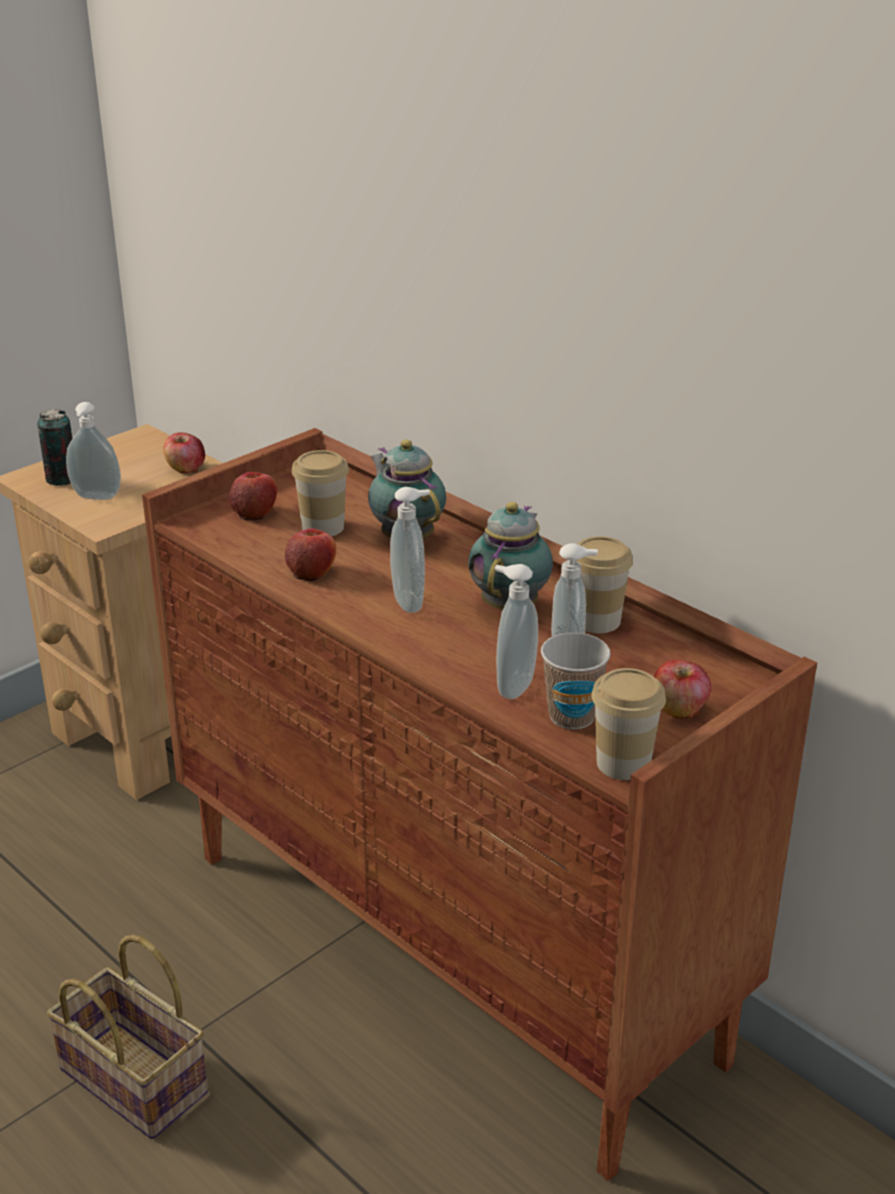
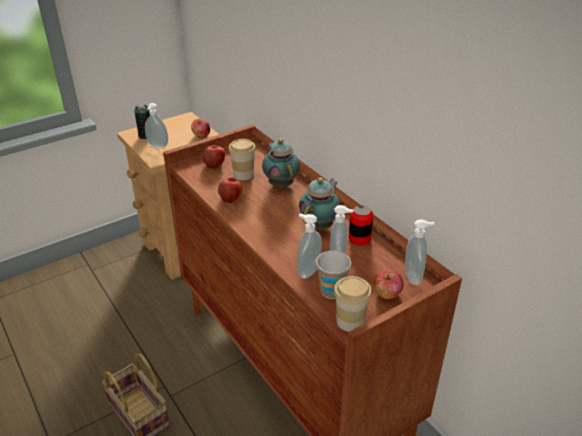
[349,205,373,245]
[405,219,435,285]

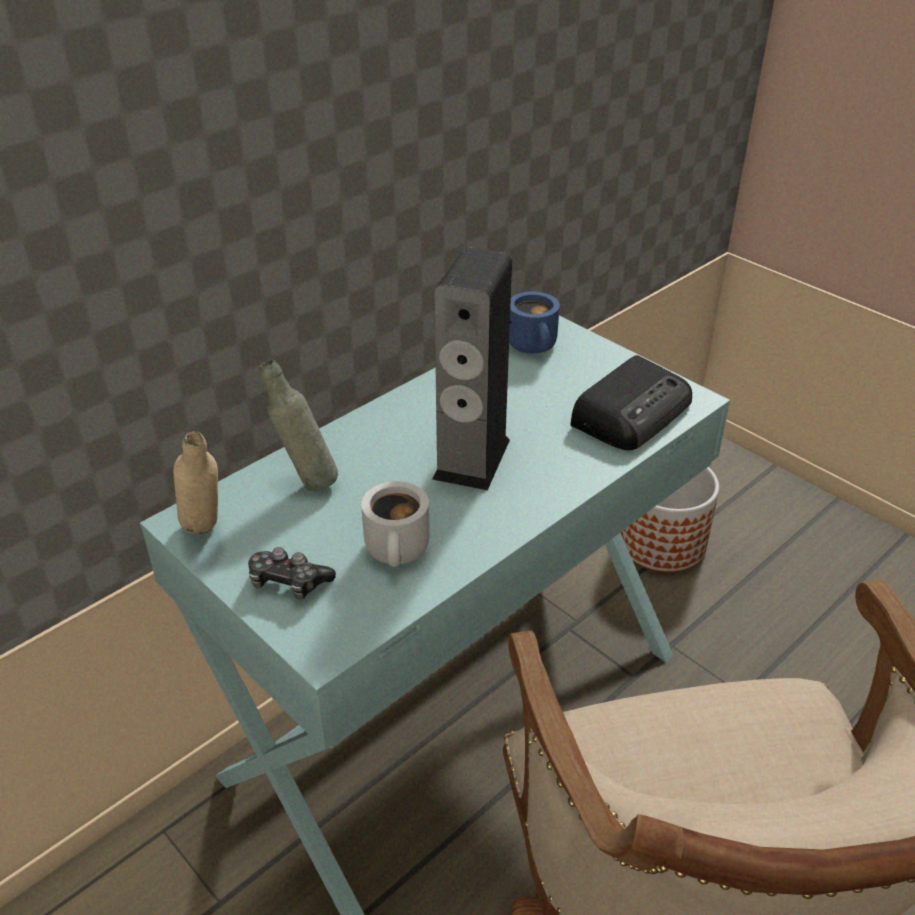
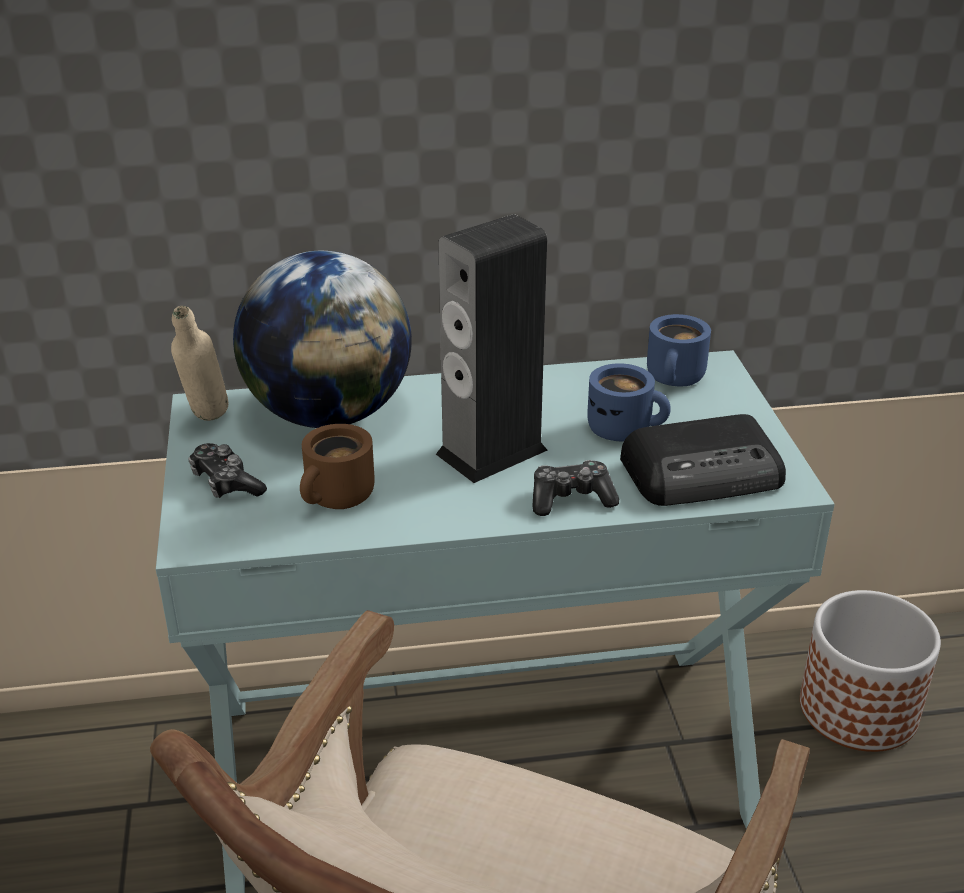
[233,251,412,428]
[300,424,375,509]
[532,460,619,516]
[587,363,671,441]

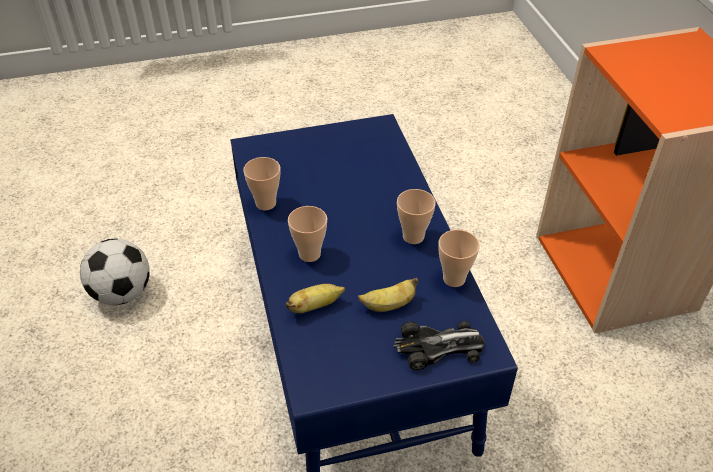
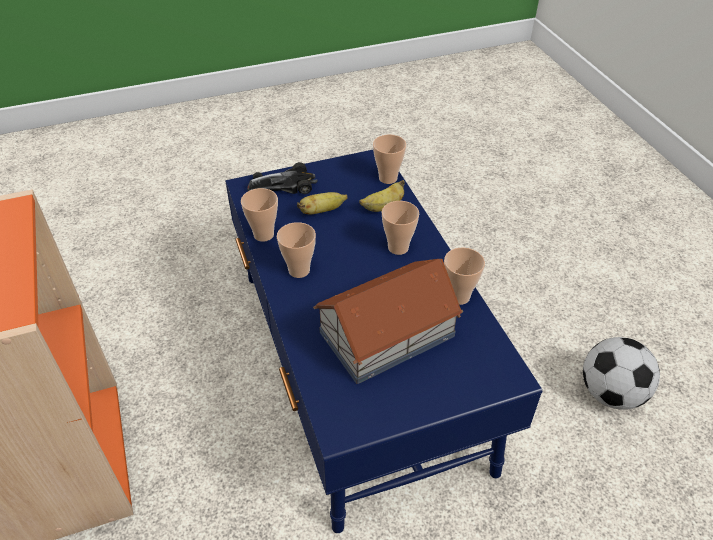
[313,259,463,384]
[373,134,406,184]

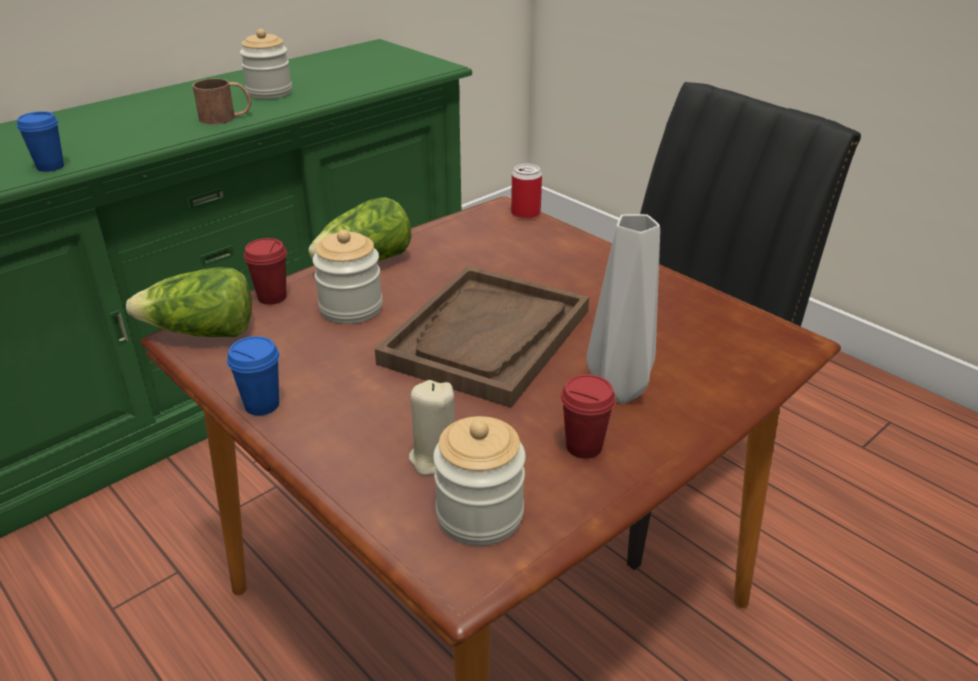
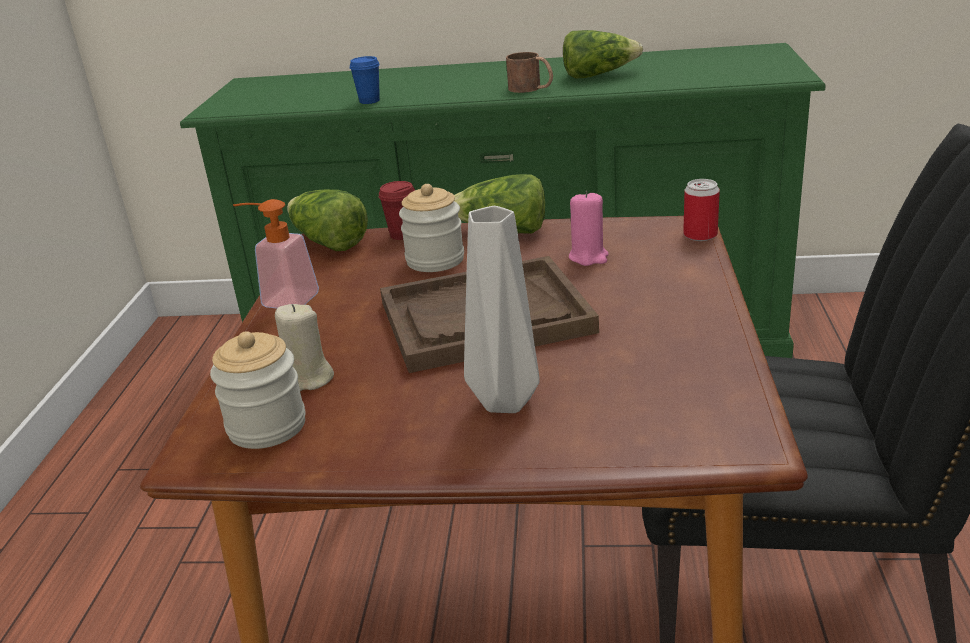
[233,199,319,309]
[563,30,643,78]
[569,191,609,266]
[561,374,616,459] (first image)

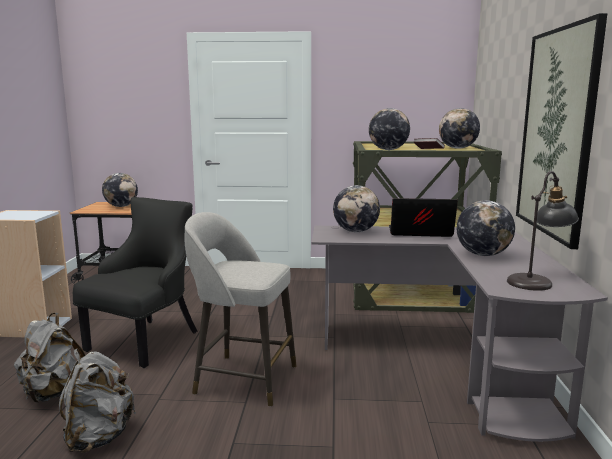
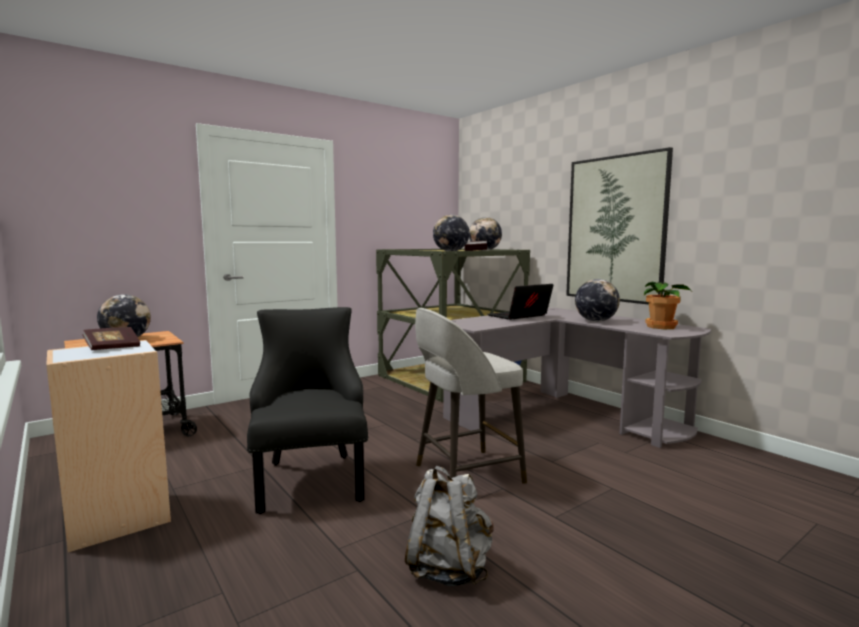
[82,327,140,350]
[644,282,691,329]
[14,313,85,403] (first image)
[333,185,380,232] (first image)

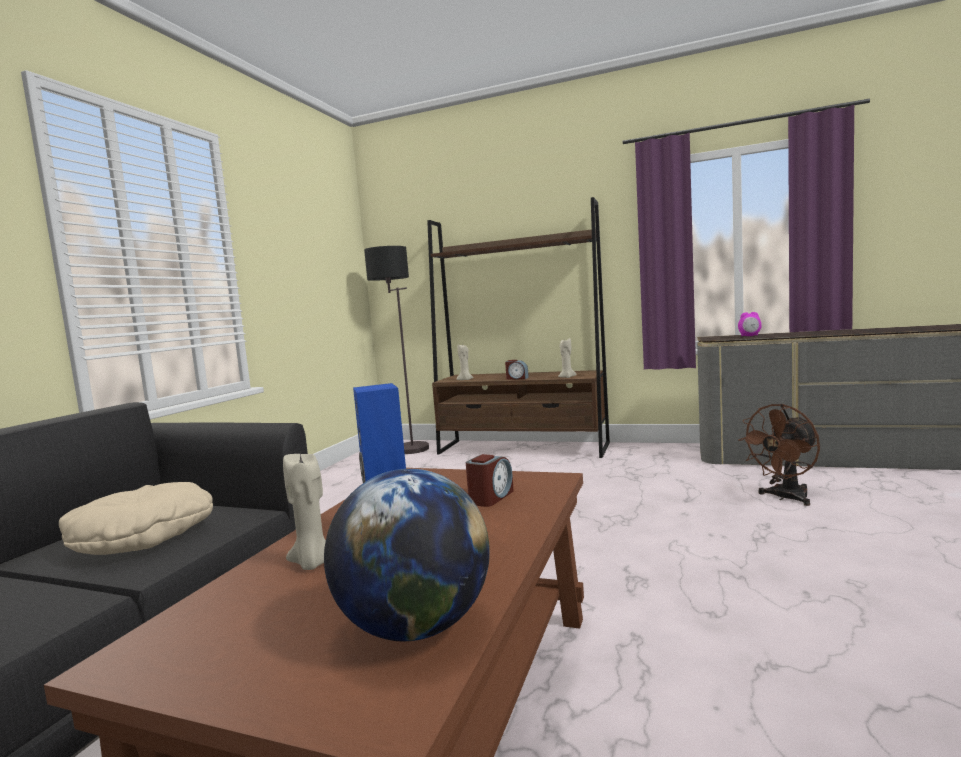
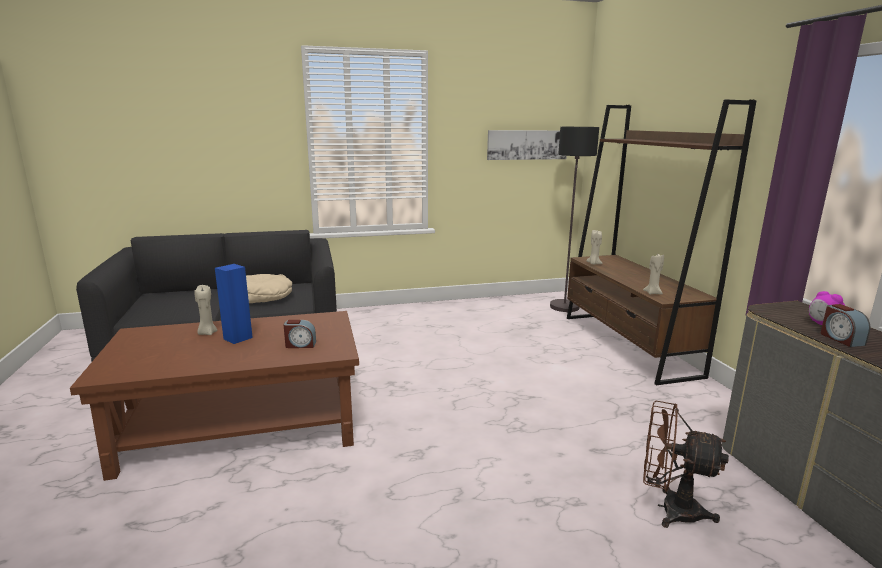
[487,130,567,160]
[820,304,870,347]
[324,469,490,641] (first image)

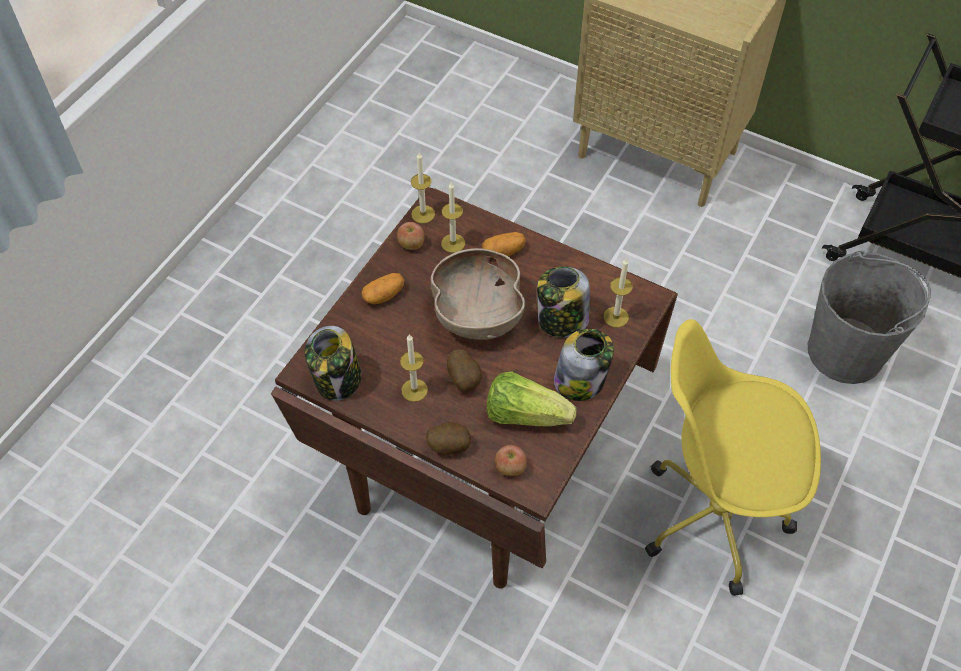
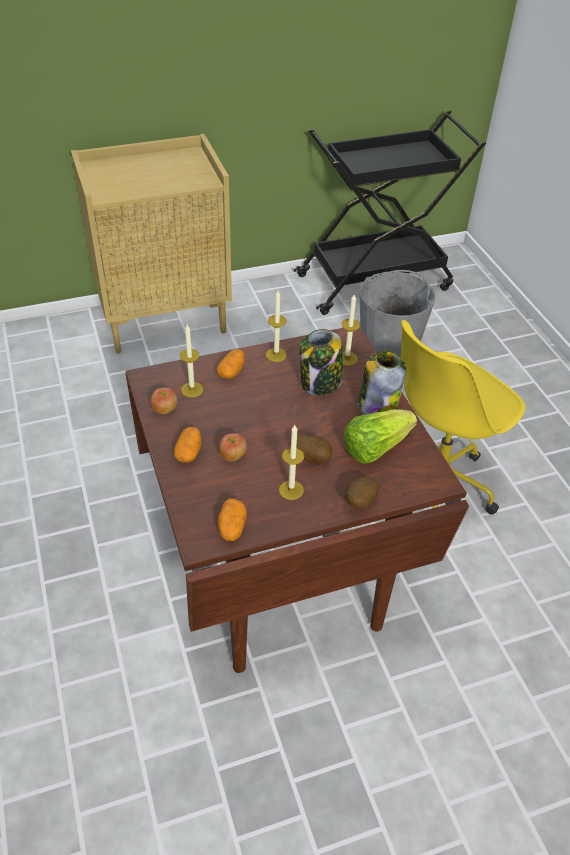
[218,498,247,541]
[219,433,247,462]
[266,291,287,362]
[431,248,525,340] (first image)

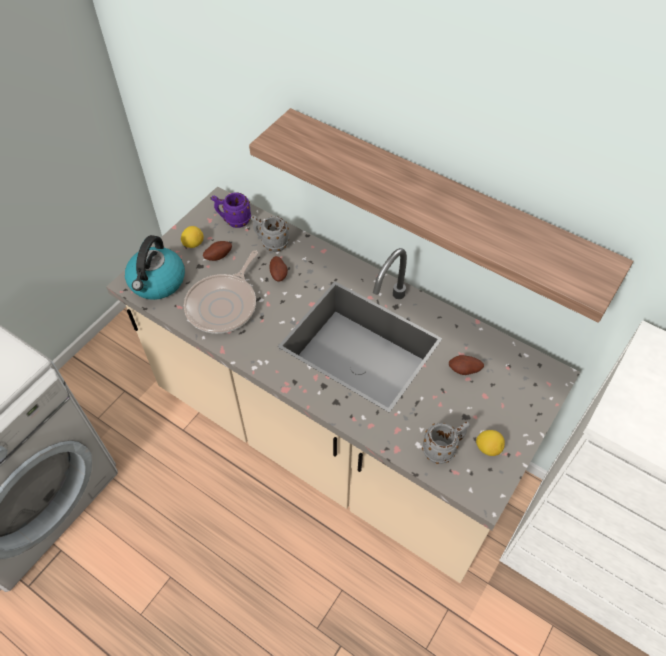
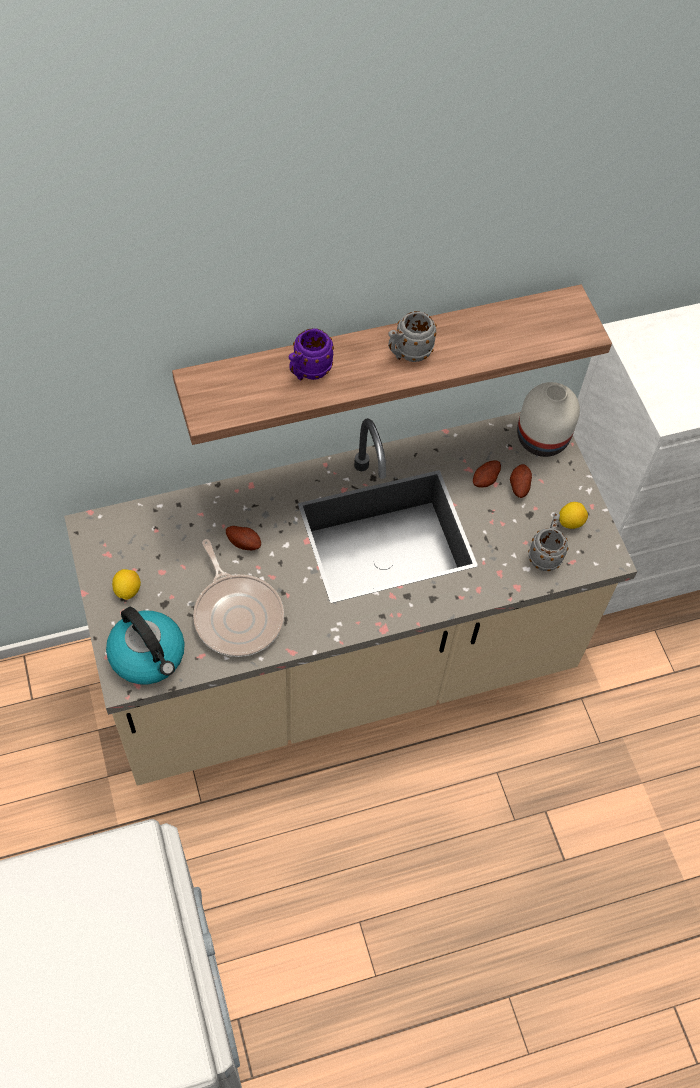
[289,328,334,380]
[388,311,437,362]
[510,464,532,498]
[517,382,580,457]

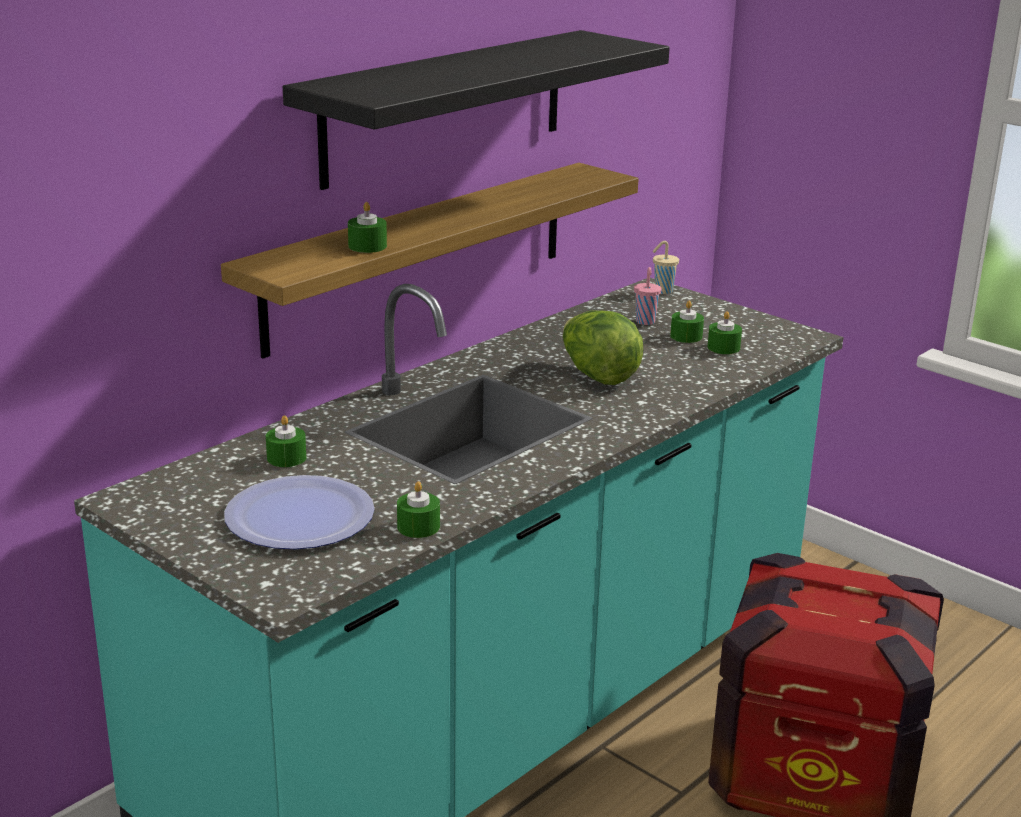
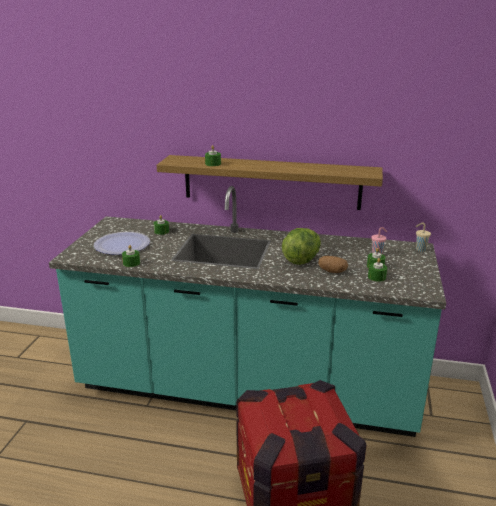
[318,256,348,273]
[283,30,670,190] (first image)

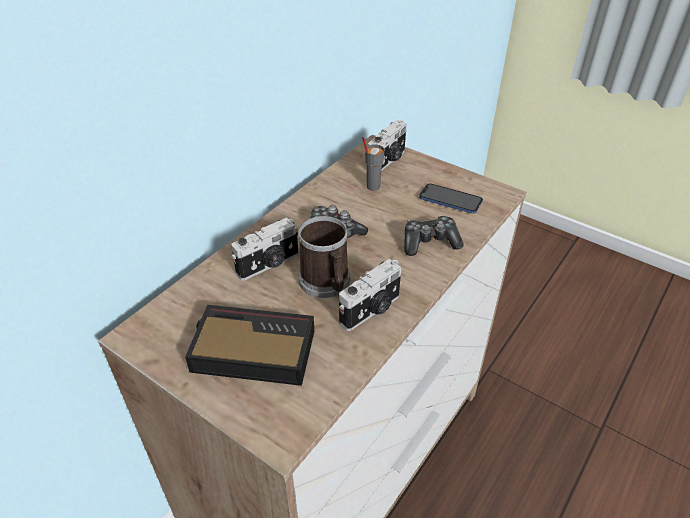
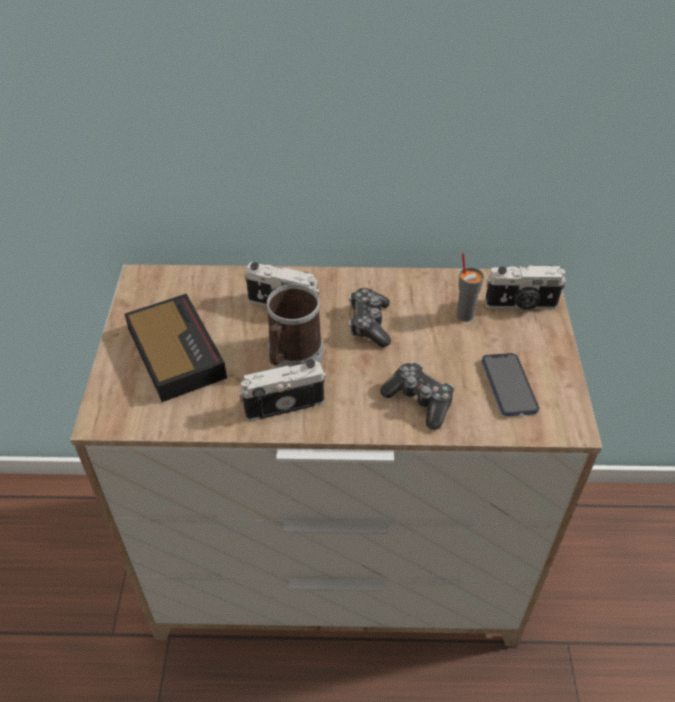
[238,359,326,421]

